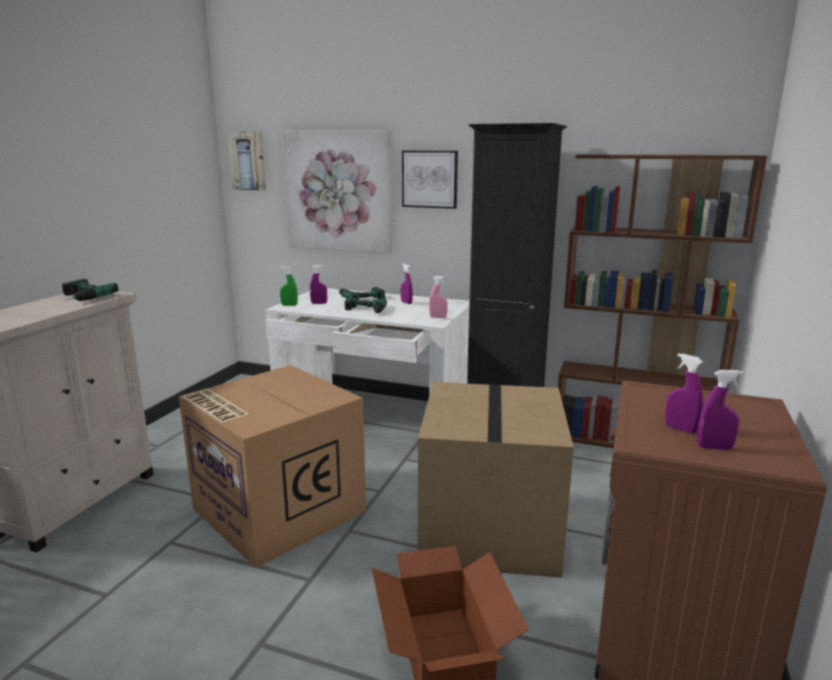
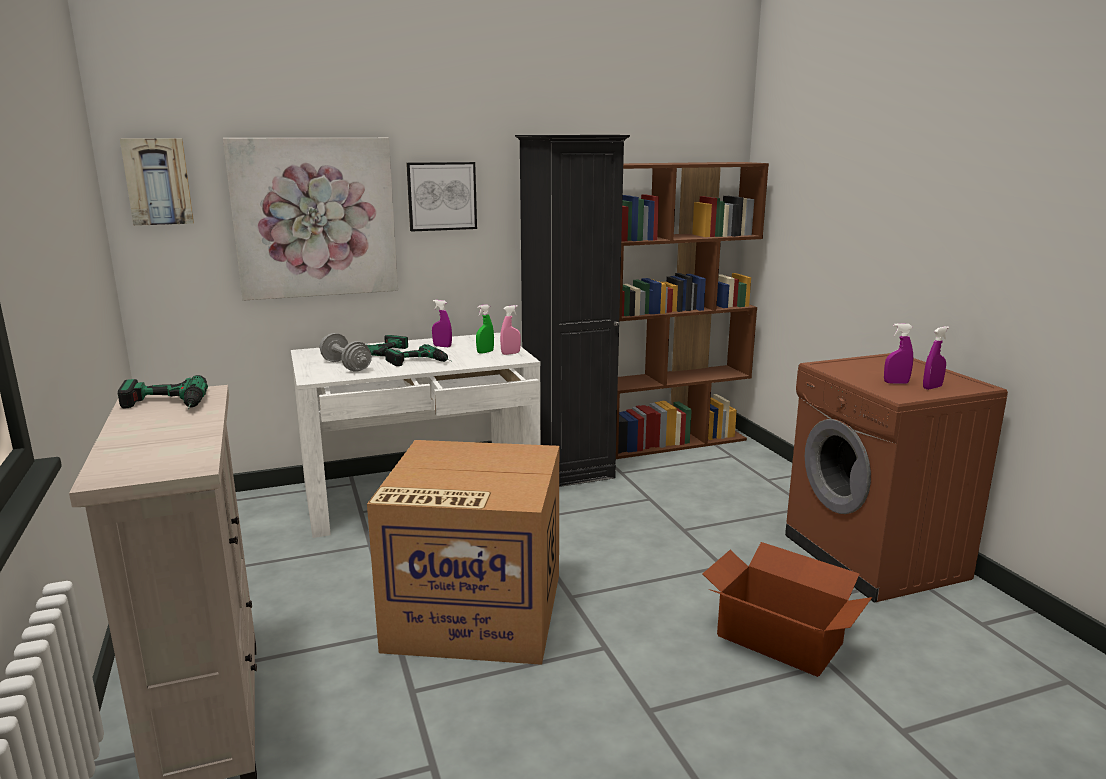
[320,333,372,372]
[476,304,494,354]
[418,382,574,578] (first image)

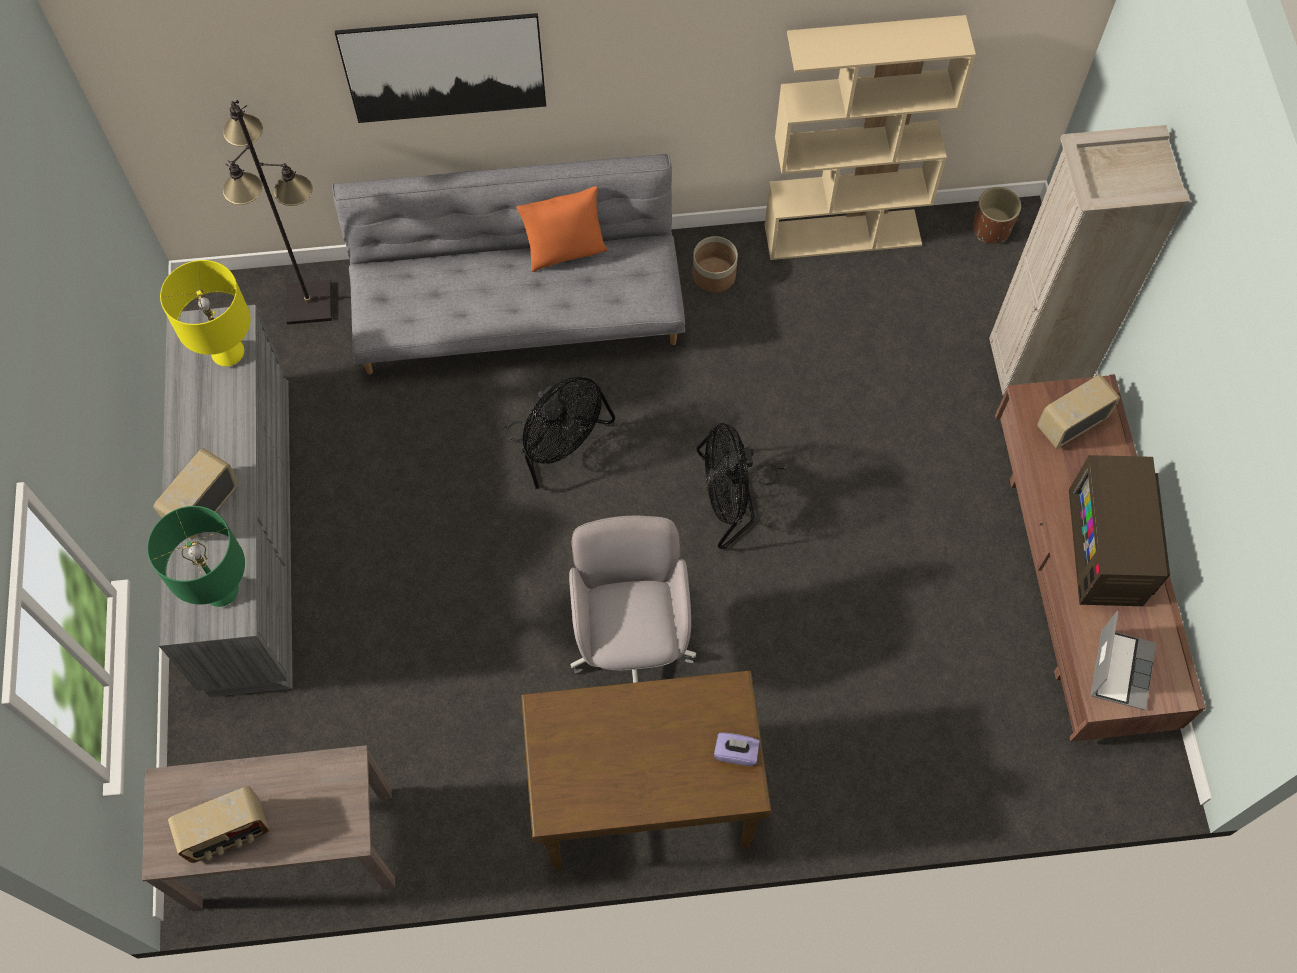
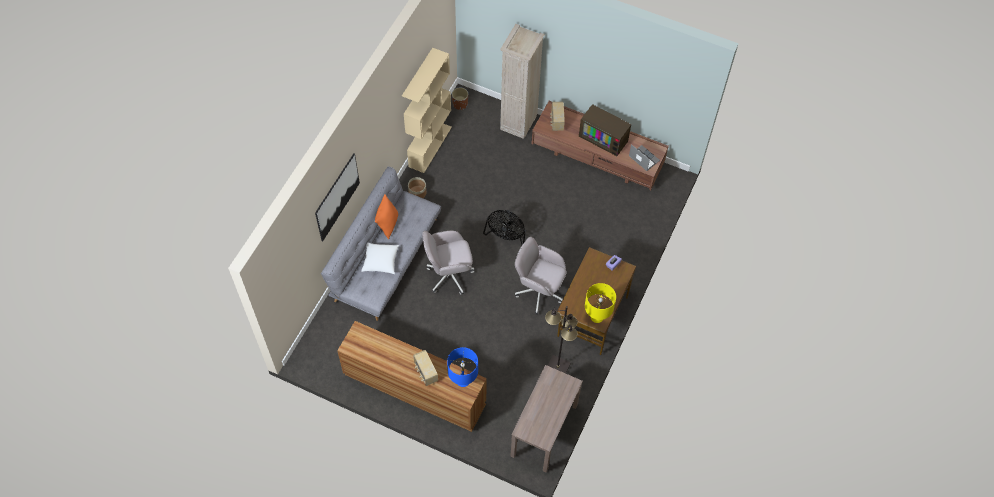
[337,321,487,432]
[361,243,399,274]
[422,231,474,295]
[447,347,478,387]
[545,306,578,373]
[585,283,616,323]
[168,786,269,863] (first image)

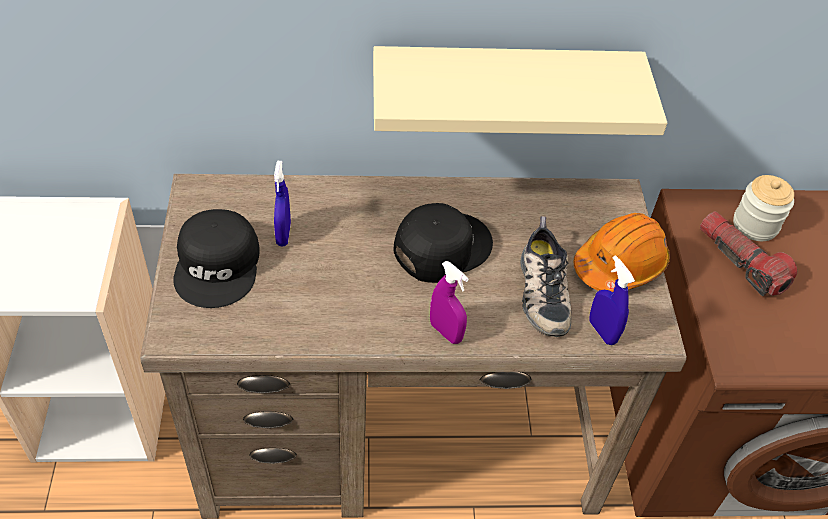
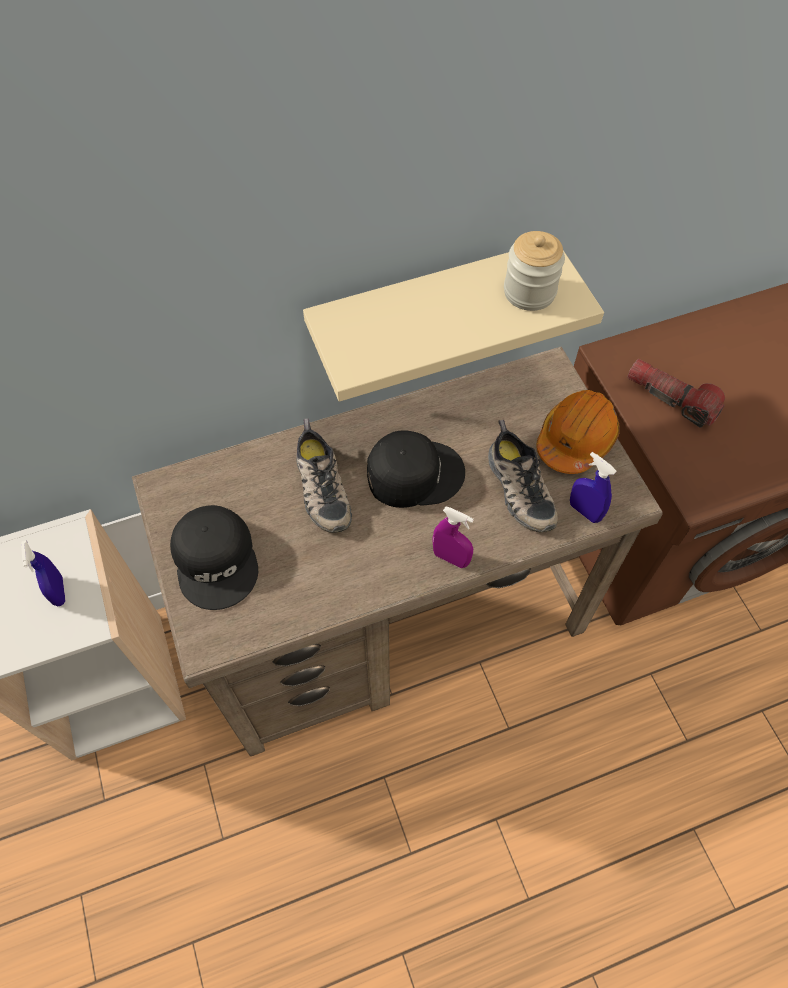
[21,540,65,607]
[296,418,352,533]
[367,430,465,508]
[504,231,565,311]

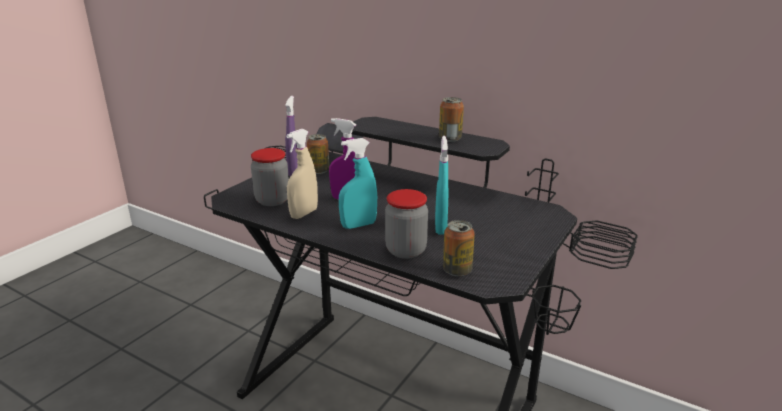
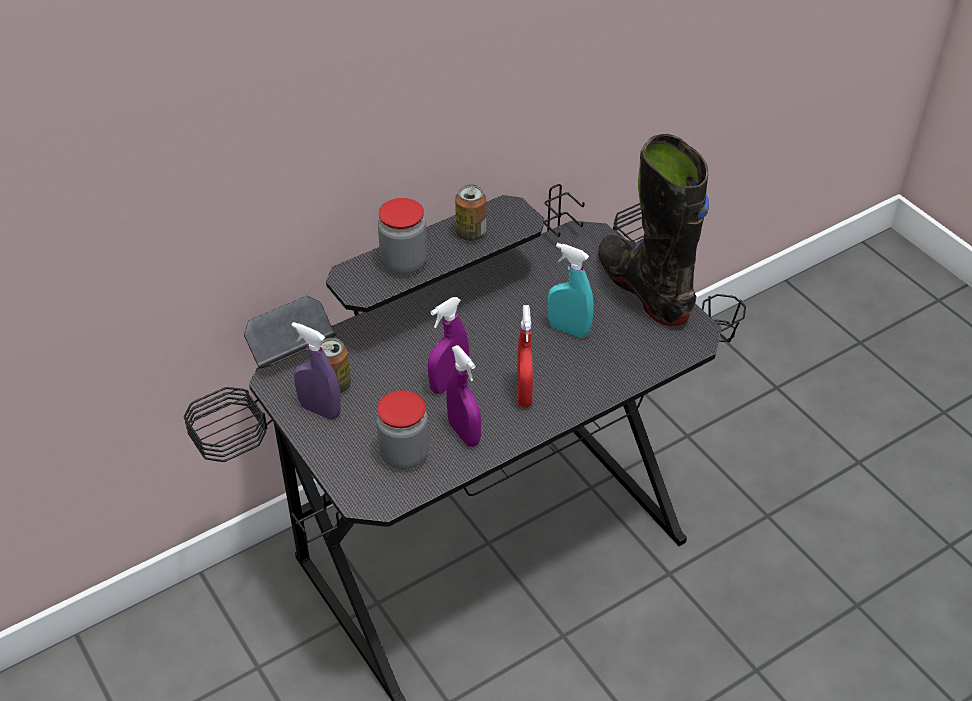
[378,198,427,275]
[447,345,481,447]
[517,305,533,408]
[598,134,709,327]
[443,220,475,276] (first image)

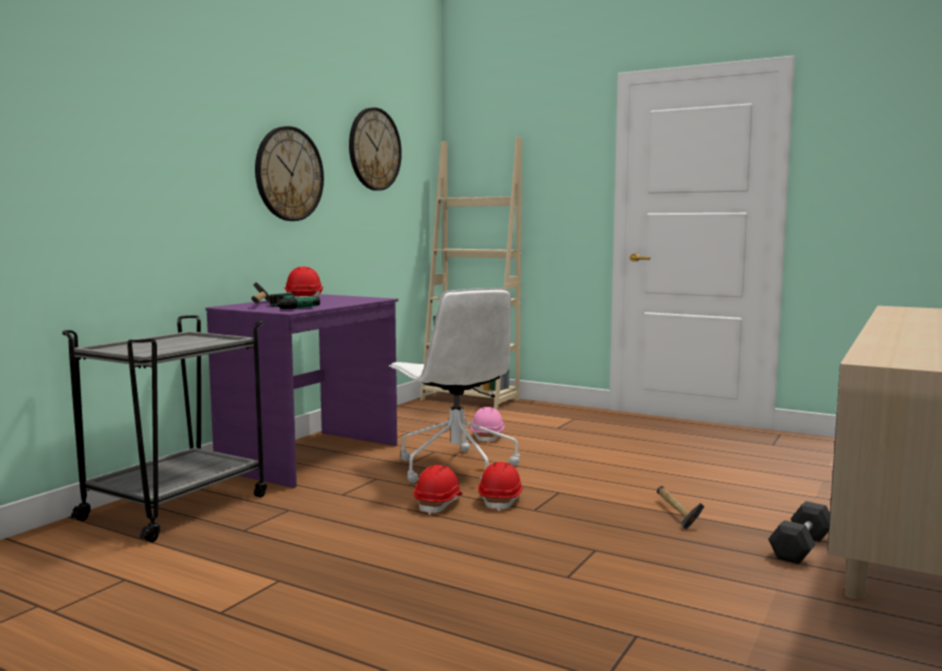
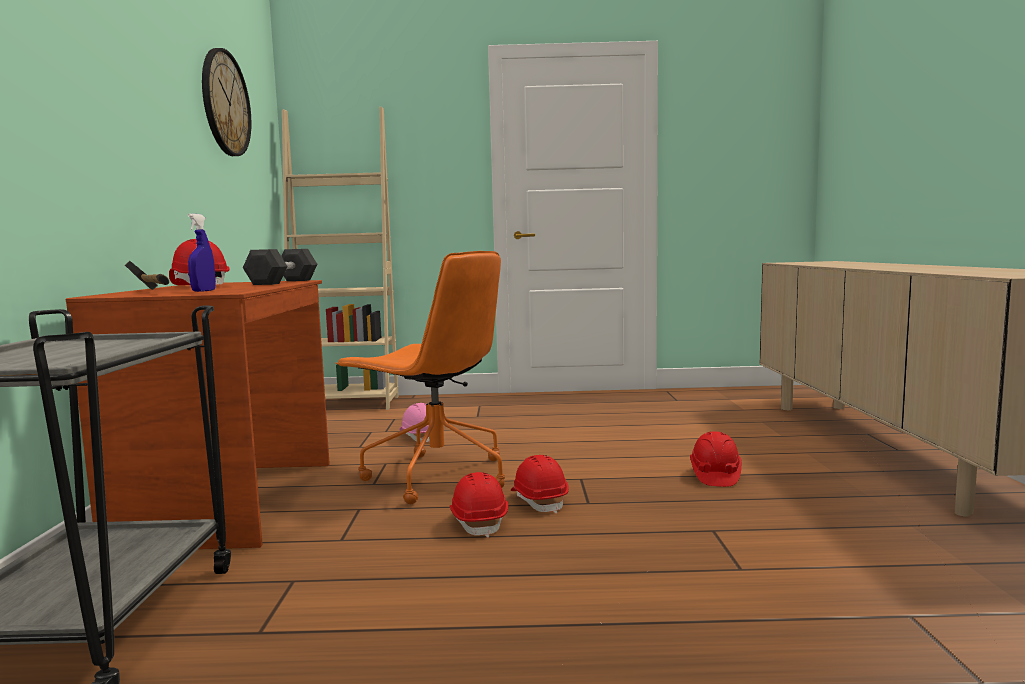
[66,280,330,549]
[187,213,216,292]
[243,249,318,285]
[335,251,505,504]
[690,431,742,487]
[255,126,324,221] (first image)

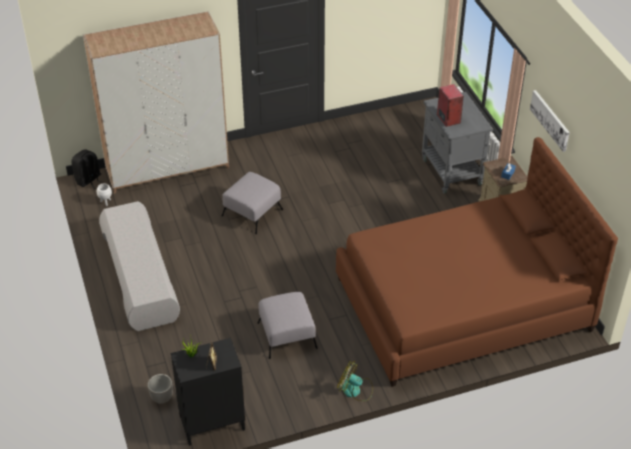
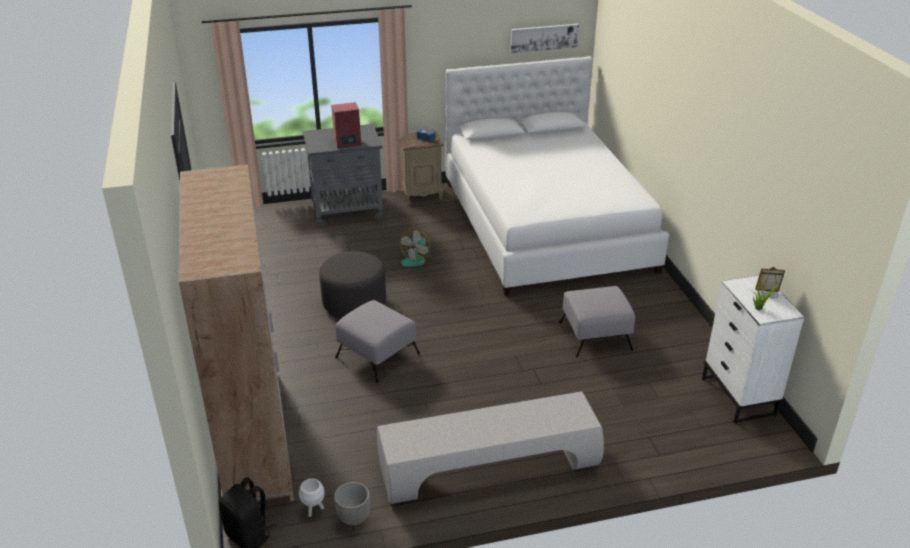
[319,251,386,318]
[334,482,370,526]
[400,229,431,267]
[445,56,669,296]
[510,24,579,53]
[702,275,805,424]

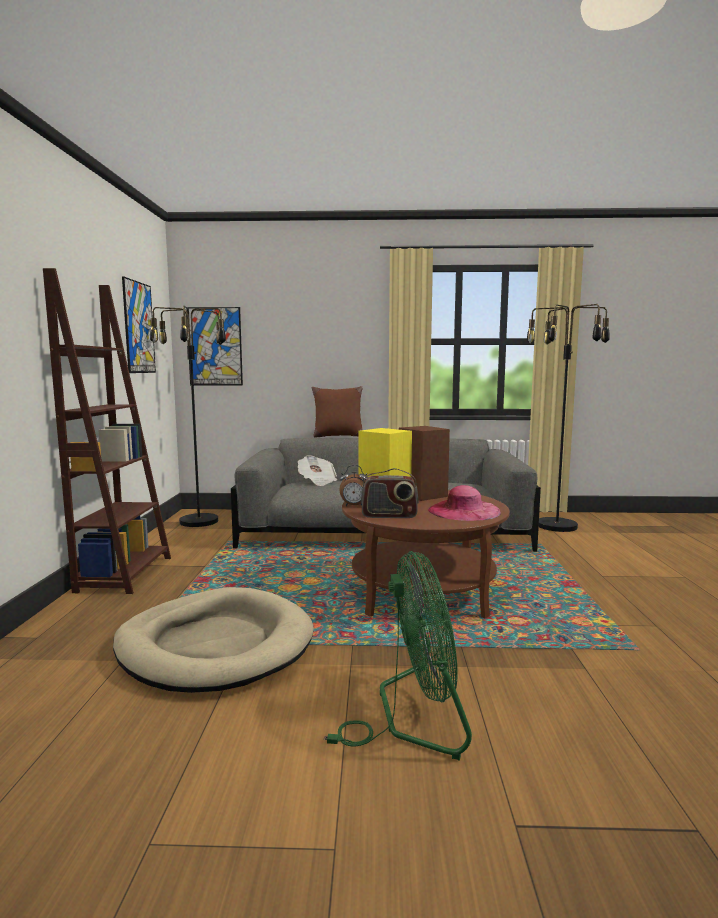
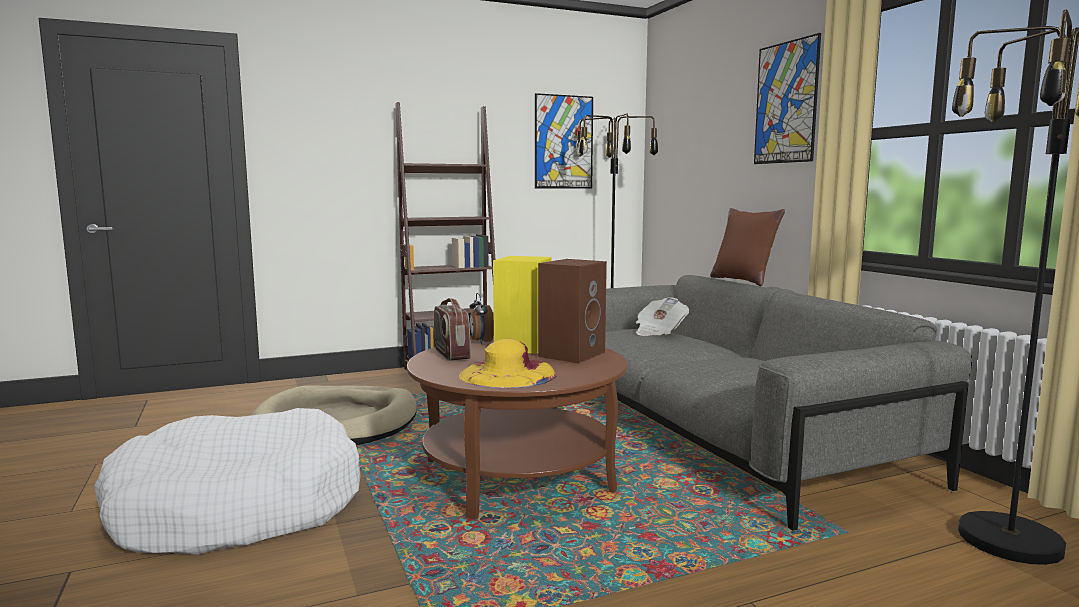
[94,408,361,555]
[459,339,557,388]
[754,33,821,164]

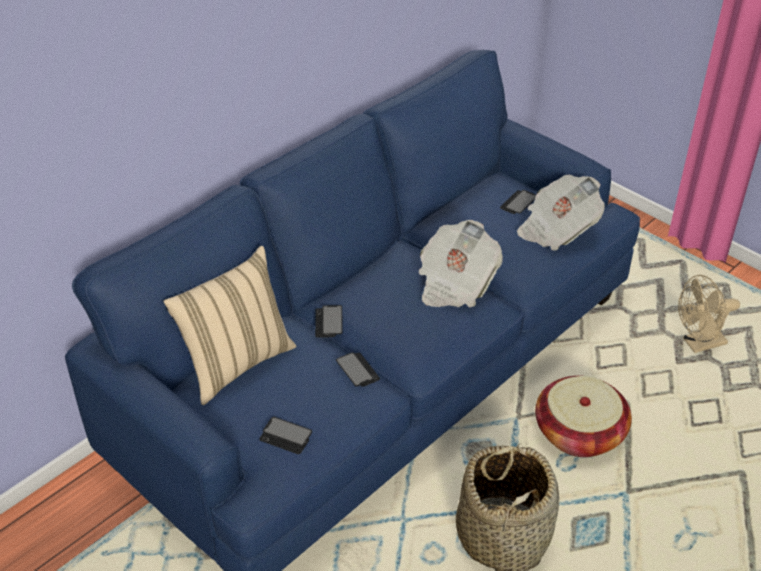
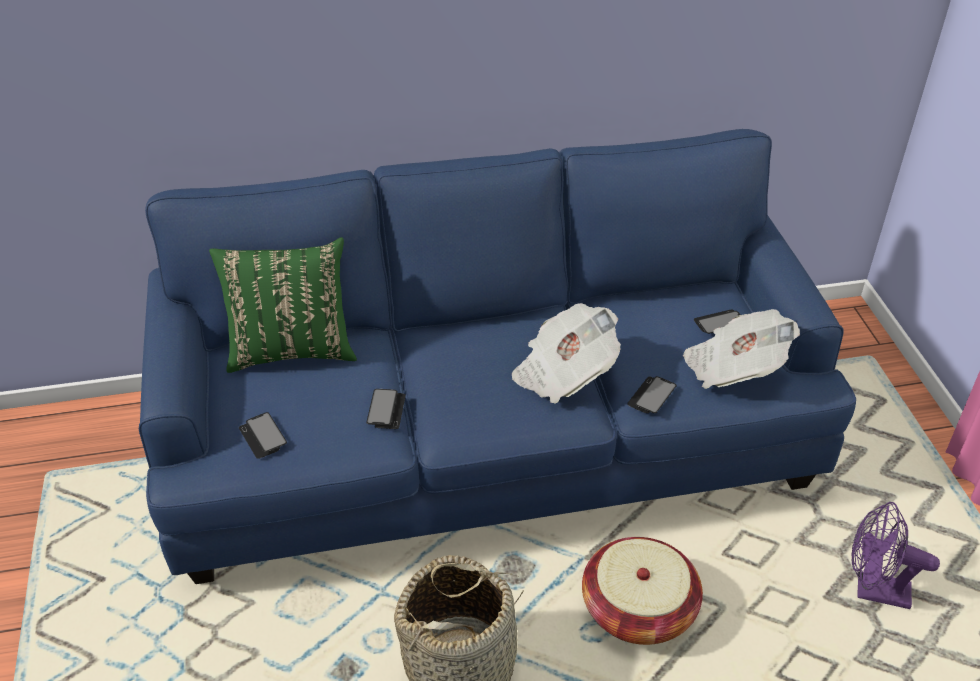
[209,237,357,373]
[627,376,677,413]
[852,502,940,609]

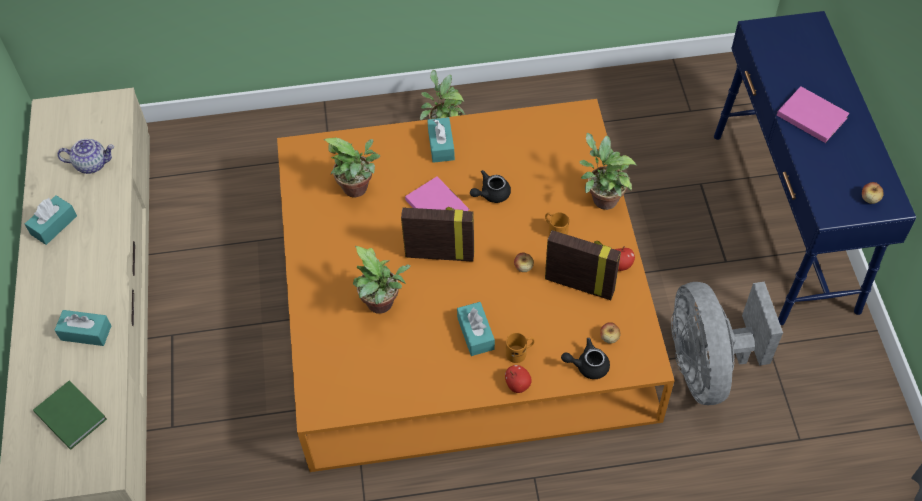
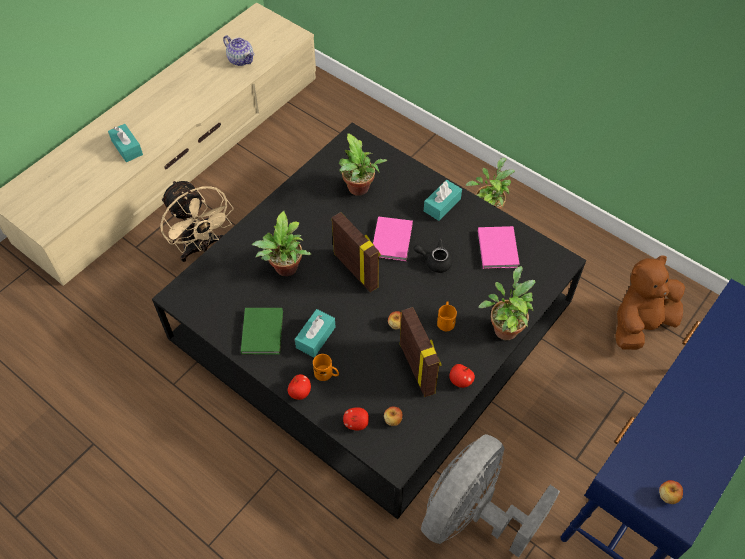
[152,123,586,520]
[160,180,234,262]
[241,308,283,355]
[343,407,369,431]
[478,226,520,269]
[616,255,685,350]
[25,195,77,245] (first image)

